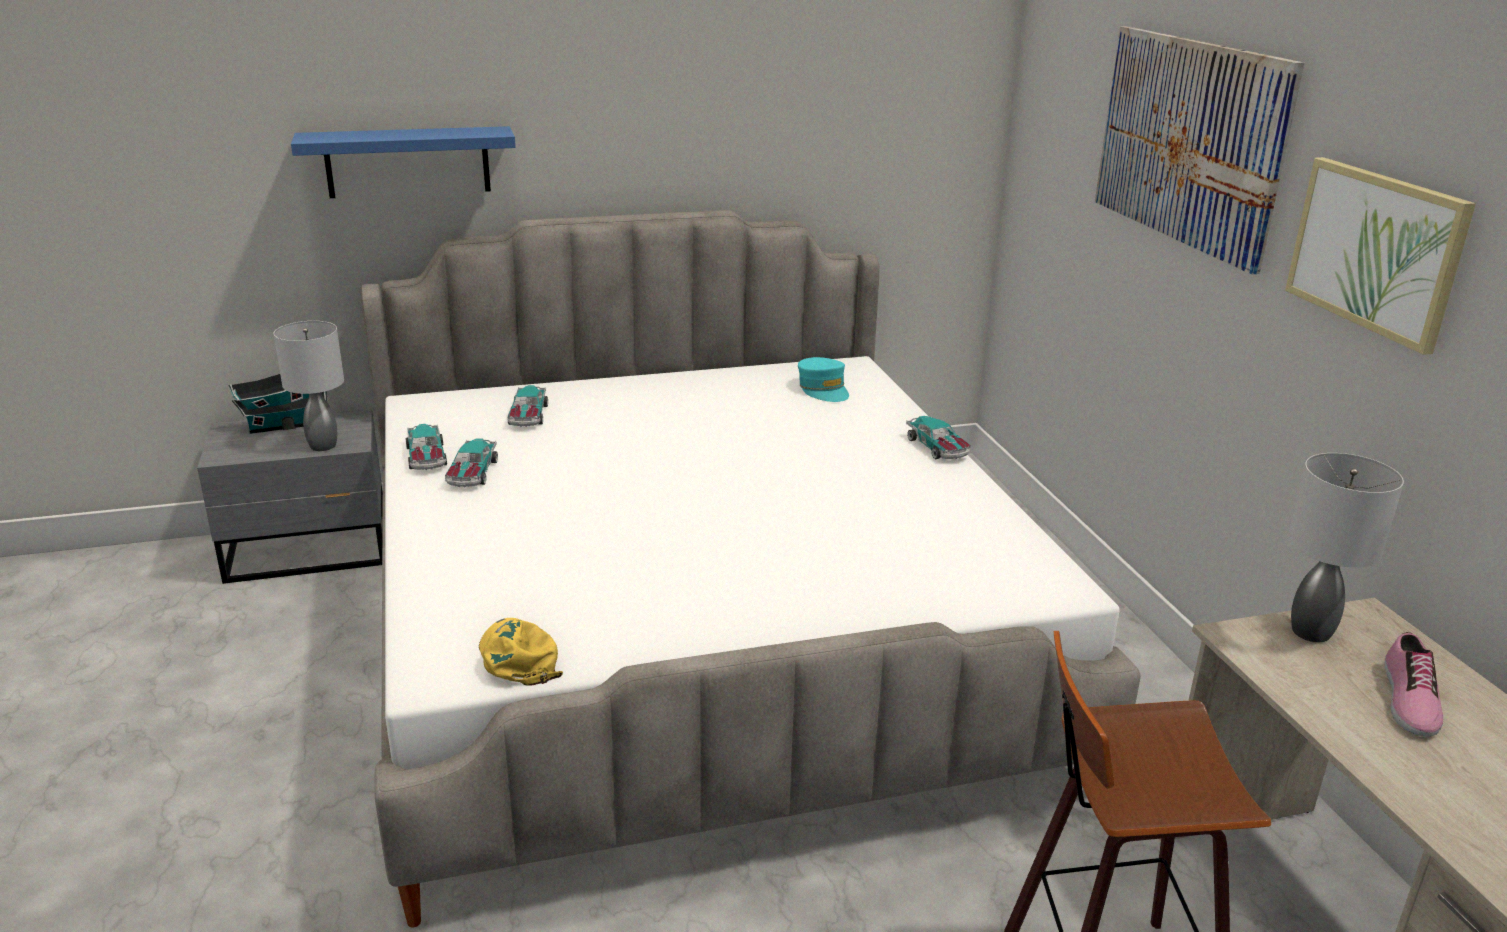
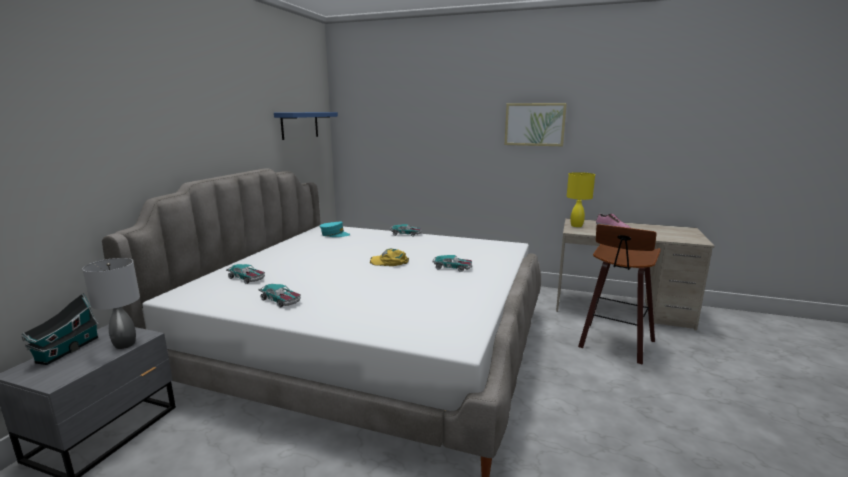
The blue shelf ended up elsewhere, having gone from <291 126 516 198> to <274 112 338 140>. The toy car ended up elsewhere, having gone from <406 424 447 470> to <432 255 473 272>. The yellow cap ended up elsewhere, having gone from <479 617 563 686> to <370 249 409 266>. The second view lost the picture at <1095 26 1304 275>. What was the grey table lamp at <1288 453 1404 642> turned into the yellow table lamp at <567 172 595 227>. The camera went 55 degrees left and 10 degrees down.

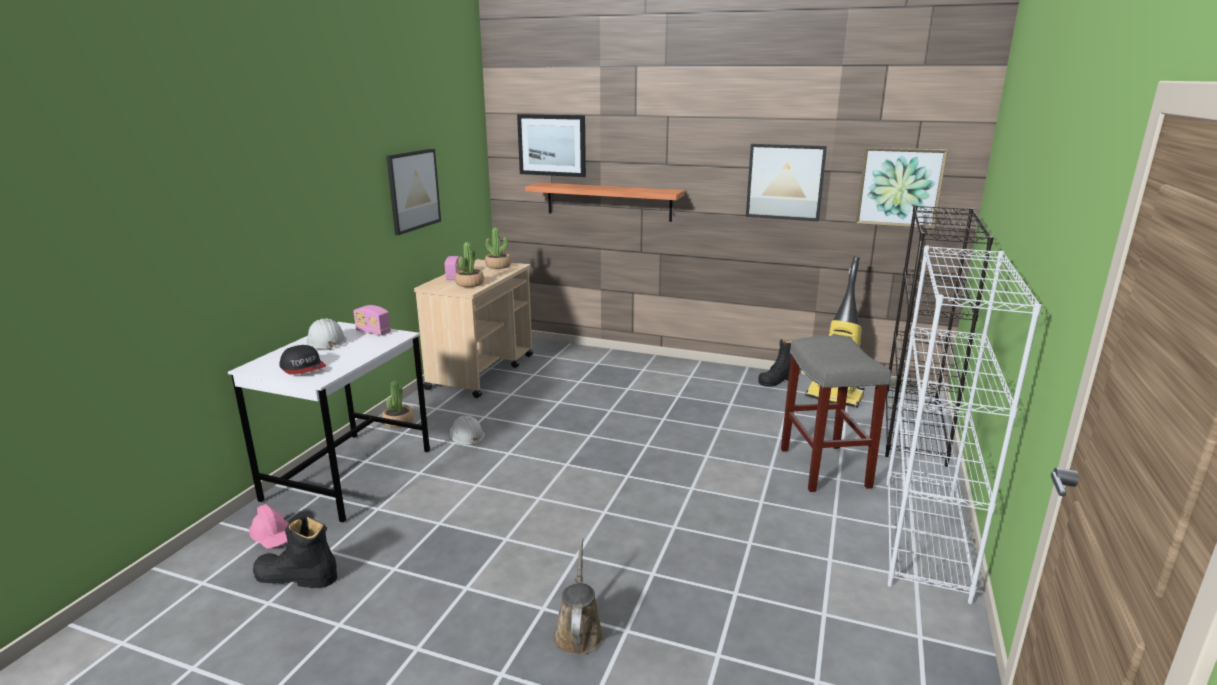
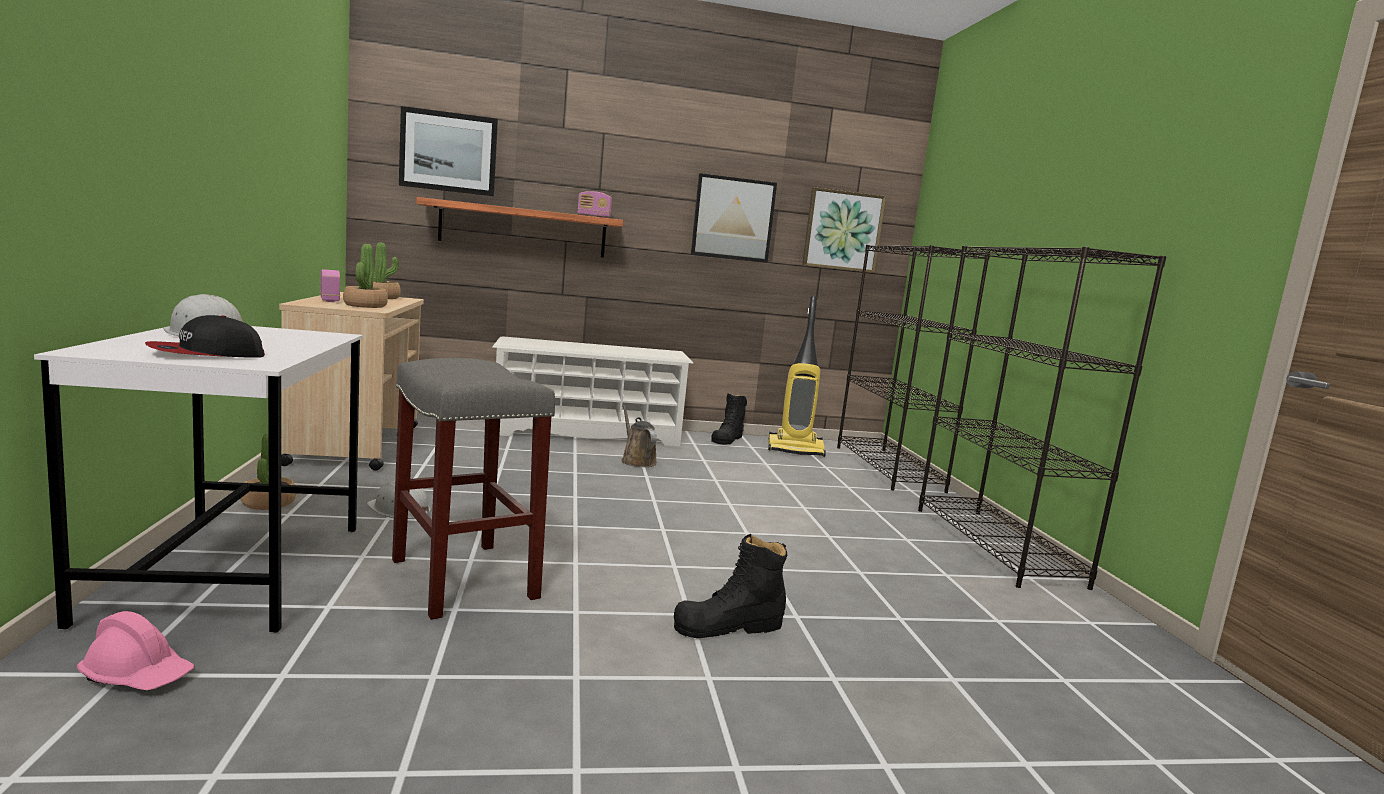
The black boot ended up elsewhere, having gone from <253 516 337 588> to <674 534 787 638>. The cap at <280 345 326 375> ended up facing another way, 120 degrees clockwise from before. The radio ended up elsewhere, having gone from <353 305 391 335> to <577 191 612 218>. The second view lost the picture at <387 149 441 235>. The brown watering can ended up elsewhere, having gone from <553 538 604 656> to <622 405 657 467>. The grey stool ended up elsewhere, having gone from <781 336 891 492> to <392 358 555 620>. What was the white bookcase at <886 245 1042 605> turned into the black bookcase at <918 246 1166 590>. The second view gained the white shoe rack at <492 336 693 447>. The camera went 30 degrees left and 10 degrees down.

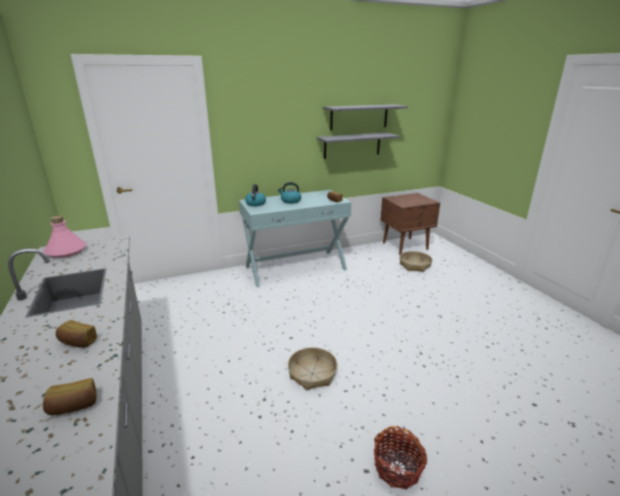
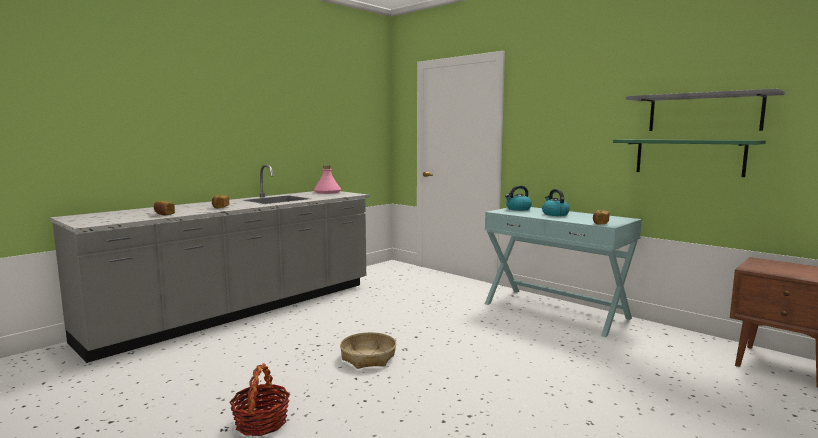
What was the grey shelf at <317 133 400 159> turned into the green shelf at <613 139 766 177>. The second view lost the basket at <400 251 432 272>. The camera went 65 degrees right and 15 degrees down.

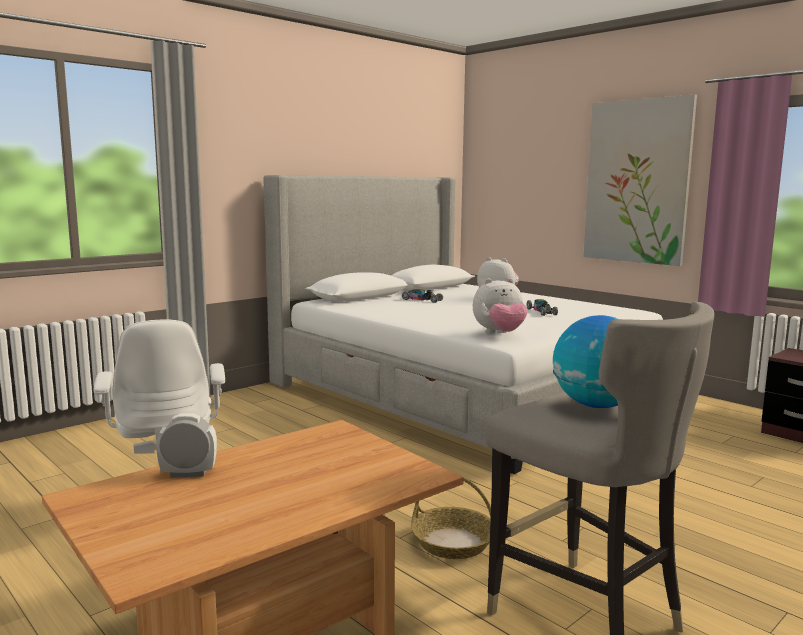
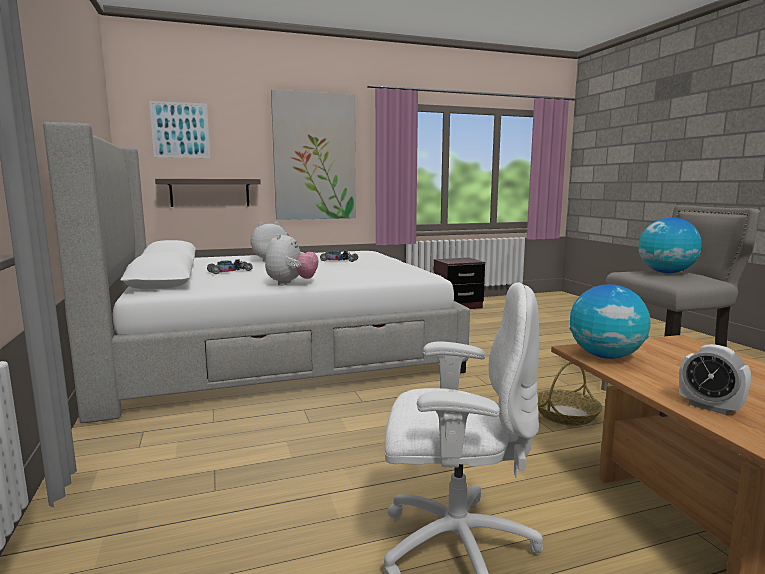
The alarm clock at <156 413 217 478> ended up facing another way, 60 degrees counterclockwise from before. The plush toy ended up elsewhere, having gone from <473 278 527 333> to <265 232 318 285>. The second view gained the picture at <149 101 210 158>. The second view gained the shelf at <155 179 261 207>. The second view gained the globe at <570 284 651 359>. The camera went 65 degrees left and 0 degrees up.

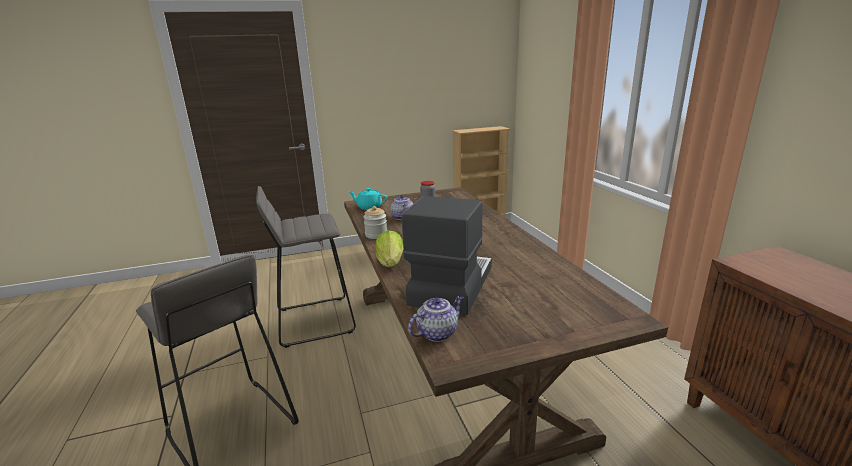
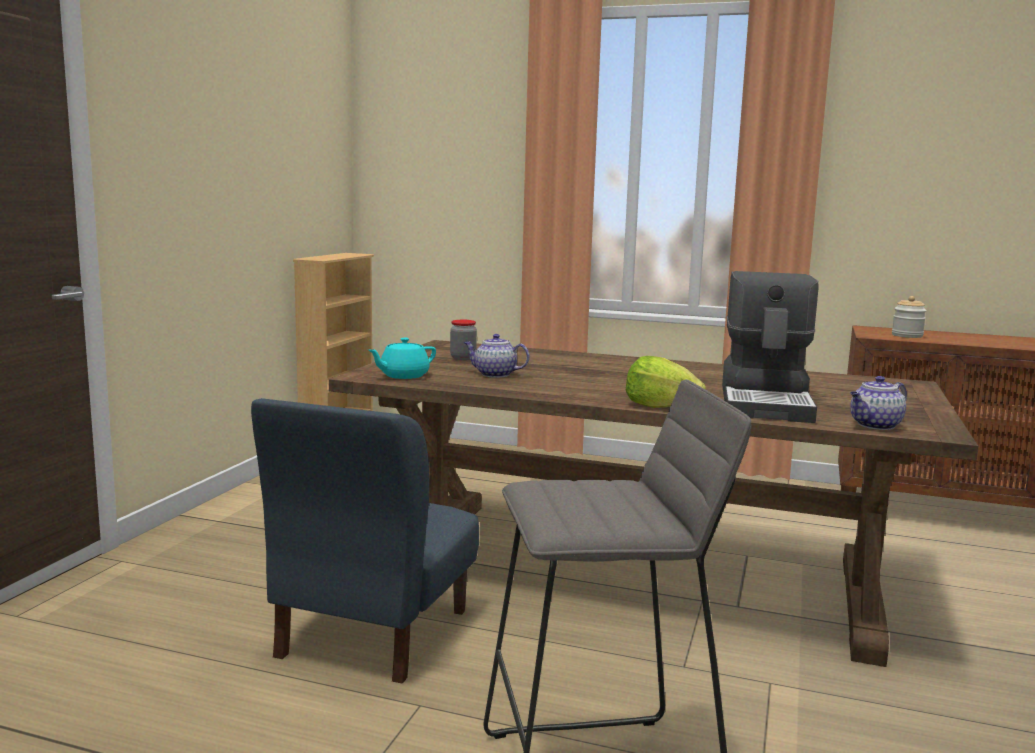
Where the grey stool stood at <256 186 356 348>, the blue chair came to stand at <251 398 479 684>. The jar ended up elsewhere, having gone from <363 206 387 239> to <892 296 927 338>. The coffee machine at <402 196 492 315> ended up facing another way, 135 degrees counterclockwise from before. The teapot at <408 296 463 342> ended up facing another way, 120 degrees counterclockwise from before. The camera went 55 degrees left and 10 degrees down.

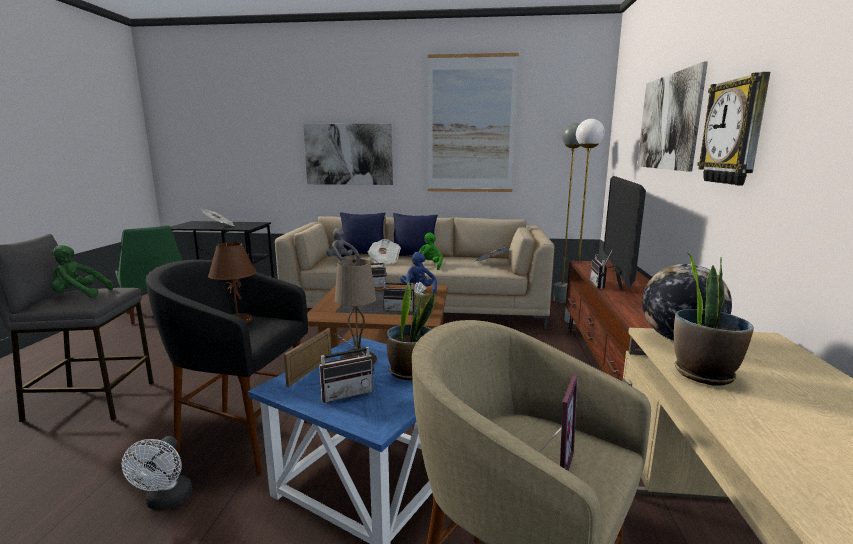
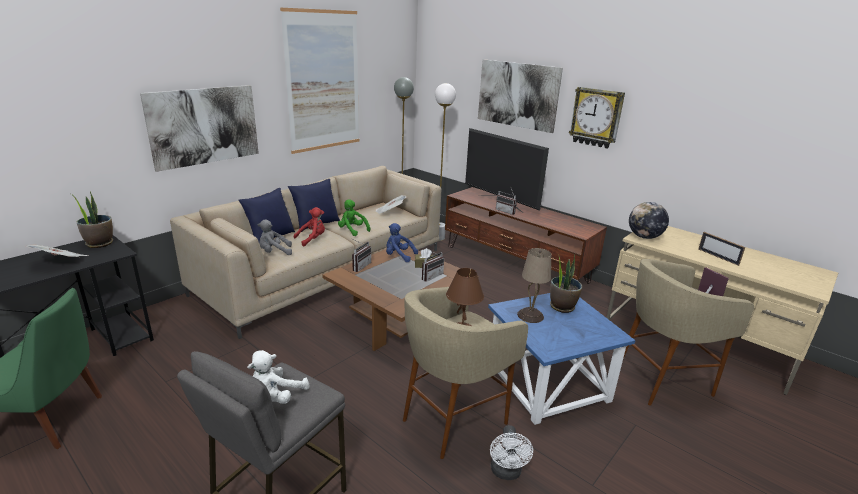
What was the green plush toy at <51 245 113 298> turned into the white plush toy at <247 350 309 404>. The white fan at <122 436 192 510> ended up facing another way, 60 degrees clockwise from before. What was the black stool at <146 260 308 475> turned into the beige stool at <403 287 528 459>. The picture frame ended up elsewhere, having gone from <284 328 332 387> to <698 232 745 266>. The second view lost the radio at <319 333 374 403>. Where the newspaper stood at <368 239 401 266>, the red plush toy came to stand at <294 207 325 247>. The potted plant ended up elsewhere, having gone from <674 253 754 386> to <71 192 113 248>. The camera went 55 degrees left and 10 degrees up.

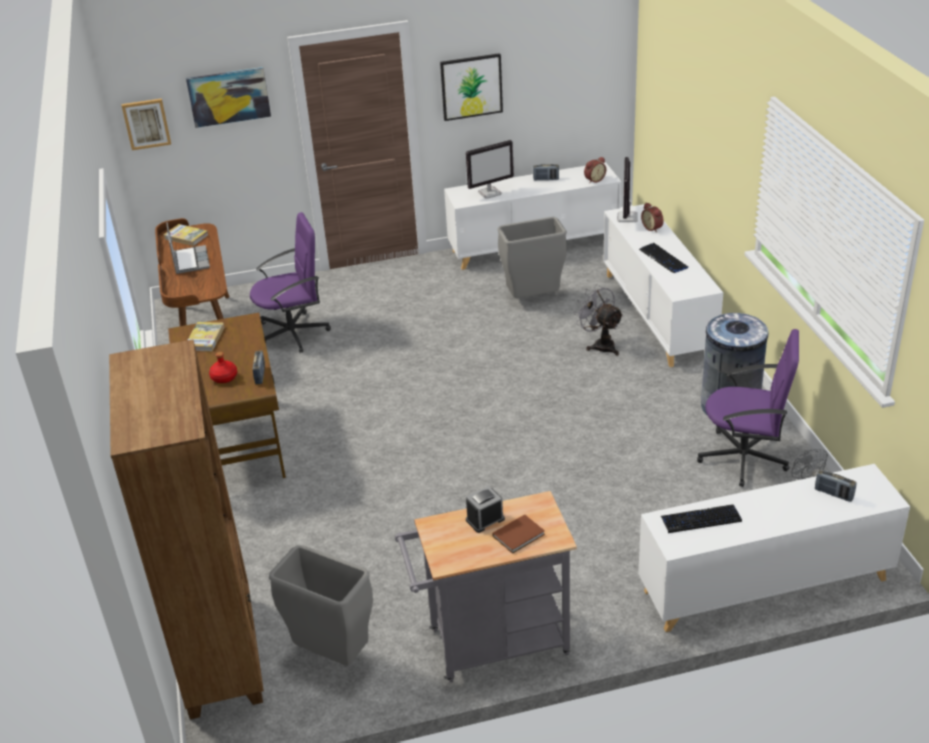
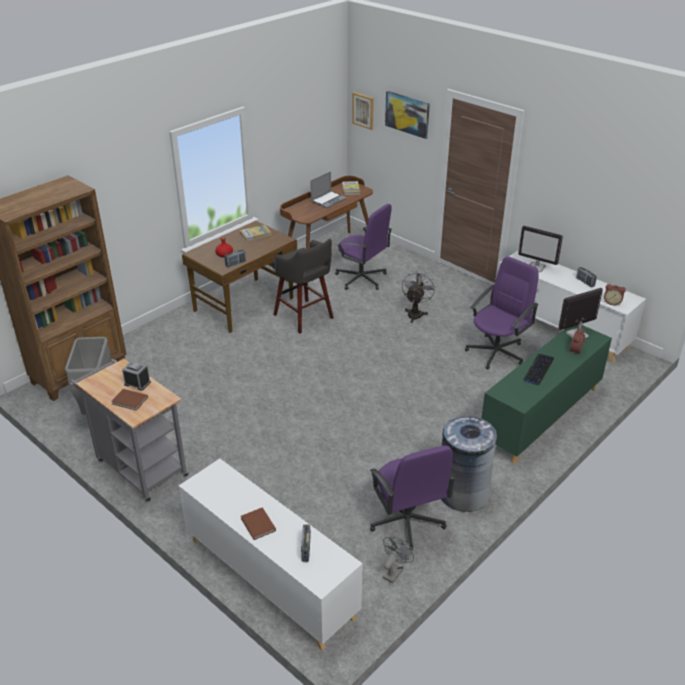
The second view lost the picture at <440 53 503 121>. Where the grey trash can stood at <497 217 567 298>, the purple office chair came to stand at <465 256 539 369>. The grey fan ended up elsewhere, having gone from <574 285 623 356> to <402 270 436 323>. What was the white cabinet at <603 203 723 367> turned into the green cabinet at <481 325 612 464>. The second view lost the keyboard at <661 504 742 533>. The second view gained the brown book at <241 507 276 540>. The second view gained the grey stool at <272 239 334 334>. The camera went 55 degrees right and 0 degrees up.

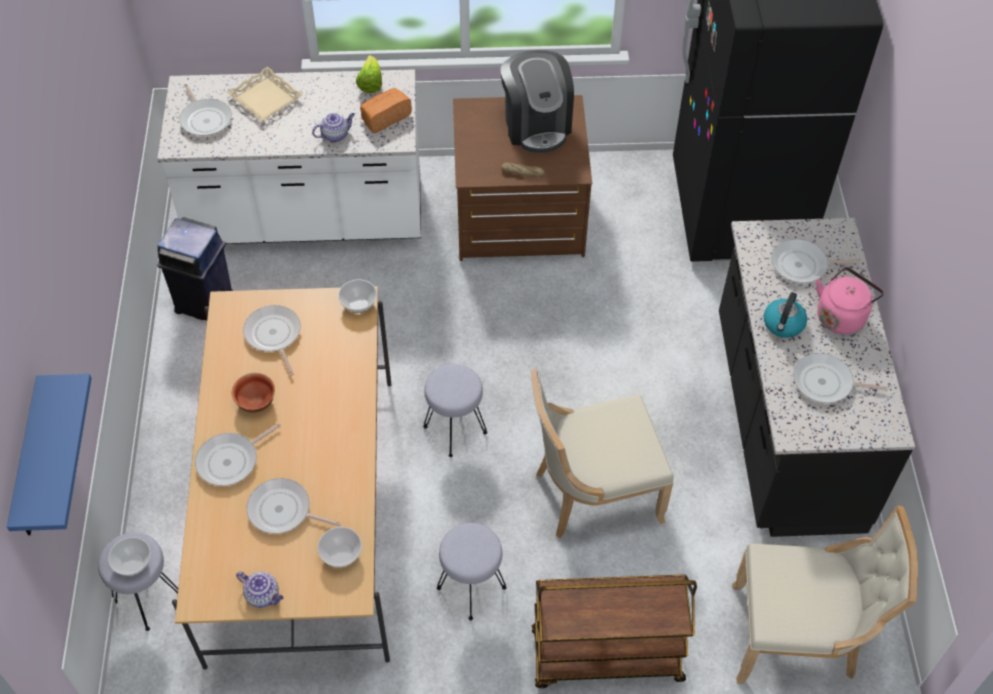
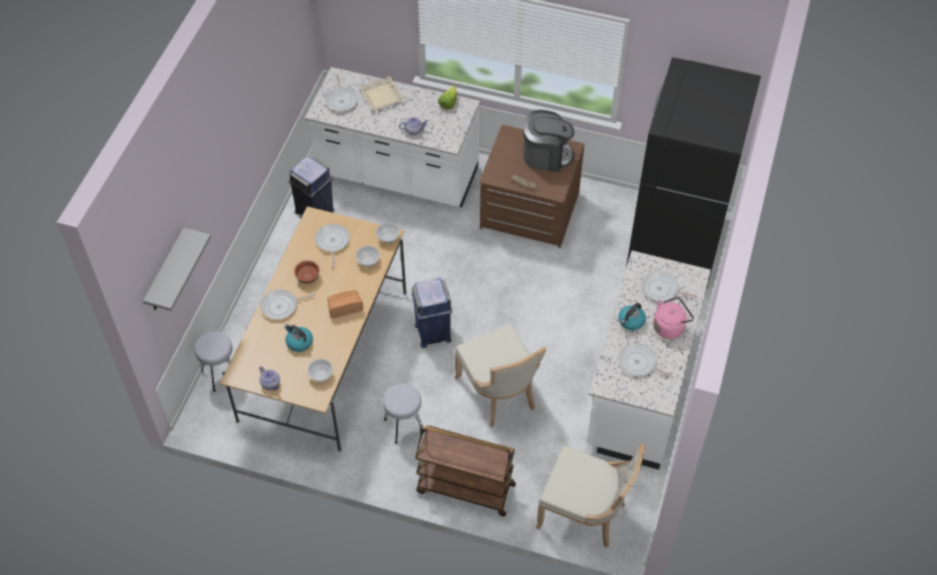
What was the blue shelf at <7 374 92 535> turned into the grey shelf at <143 228 211 311>. The bowl ended up elsewhere, having gone from <108 537 151 576> to <356 246 380 267>. Where the frying pan stood at <246 478 341 534>, the kettle came to stand at <284 324 313 352>. The bread ended up elsewhere, having gone from <360 88 412 133> to <327 290 363 318>. Where the grey stool stood at <423 364 487 457>, the blue trash can came to stand at <411 278 452 348>. The coffee machine at <501 50 574 153> ended up facing another way, 90 degrees counterclockwise from before. The beige chair at <531 368 674 538> ended up facing another way, 120 degrees counterclockwise from before. What was the black counter at <719 218 915 537> turned into the white counter at <587 251 711 470>. The camera went 20 degrees right and 0 degrees up.

